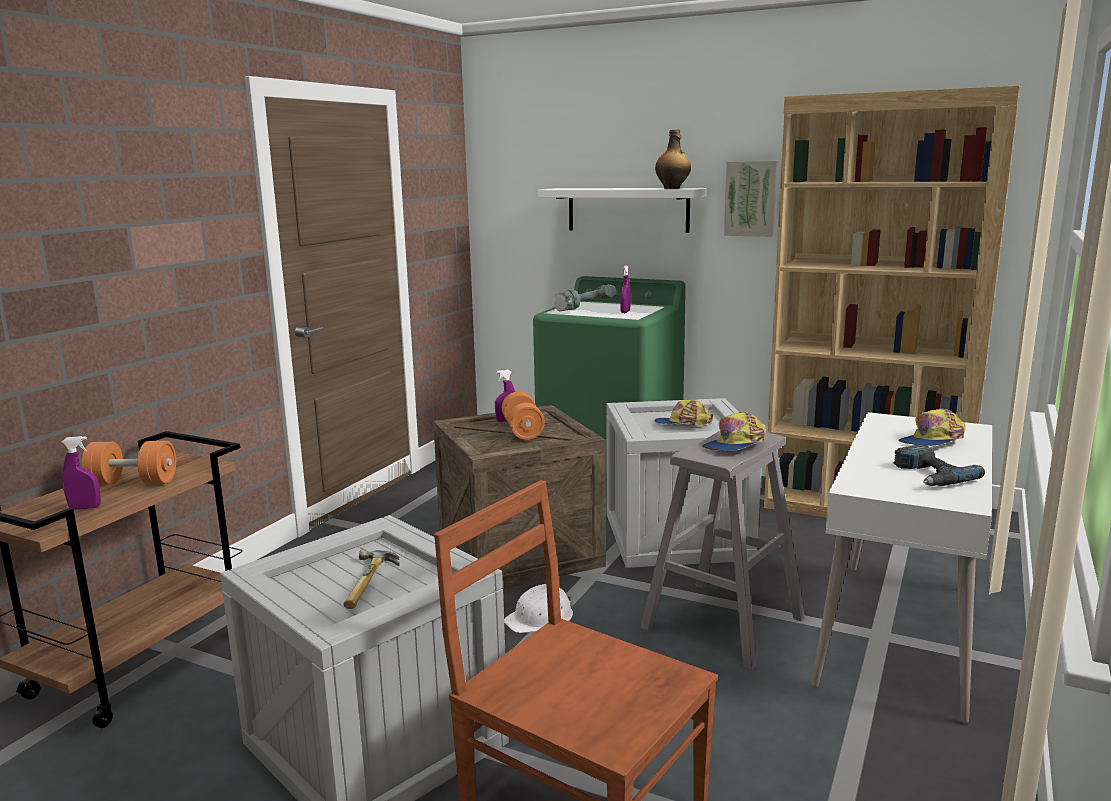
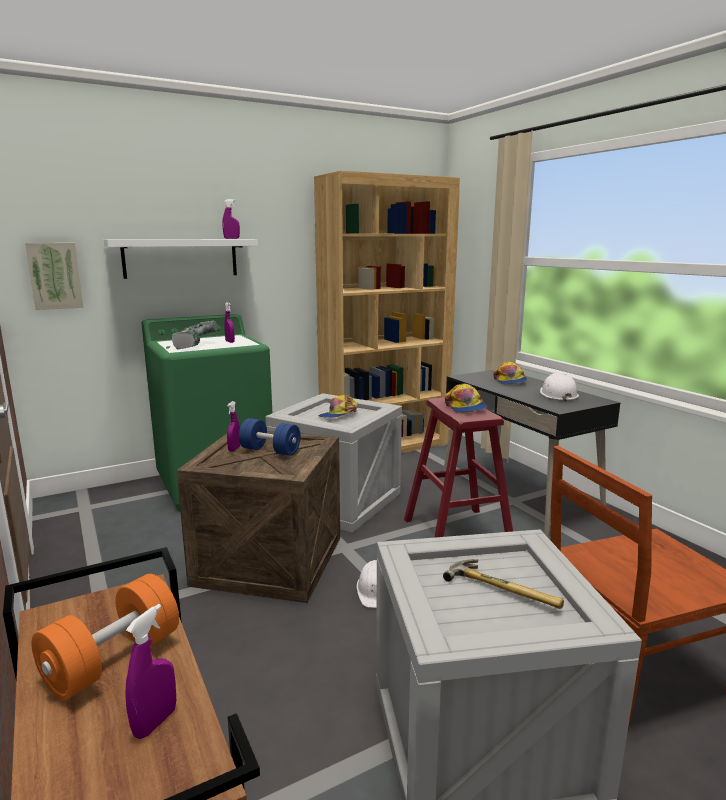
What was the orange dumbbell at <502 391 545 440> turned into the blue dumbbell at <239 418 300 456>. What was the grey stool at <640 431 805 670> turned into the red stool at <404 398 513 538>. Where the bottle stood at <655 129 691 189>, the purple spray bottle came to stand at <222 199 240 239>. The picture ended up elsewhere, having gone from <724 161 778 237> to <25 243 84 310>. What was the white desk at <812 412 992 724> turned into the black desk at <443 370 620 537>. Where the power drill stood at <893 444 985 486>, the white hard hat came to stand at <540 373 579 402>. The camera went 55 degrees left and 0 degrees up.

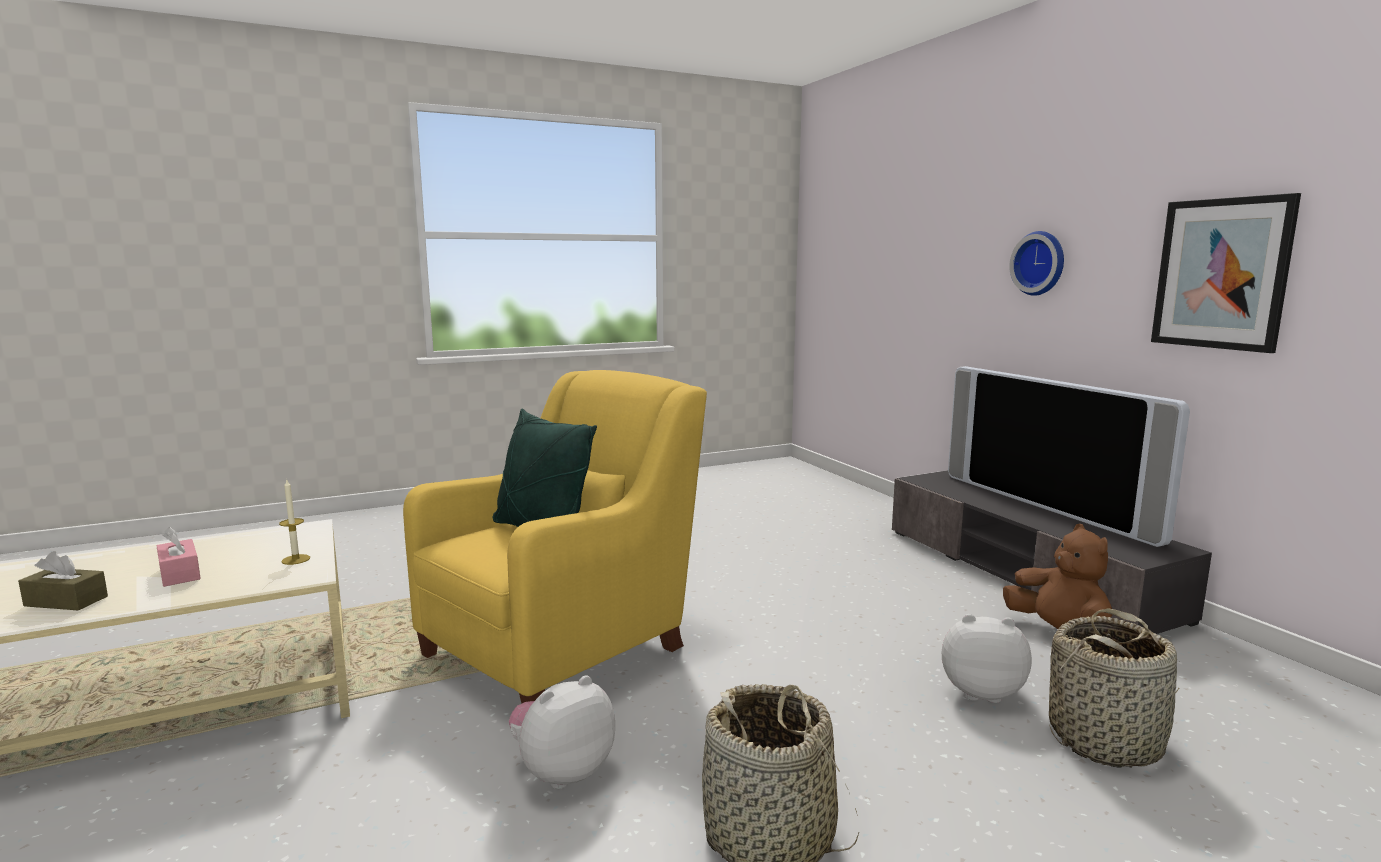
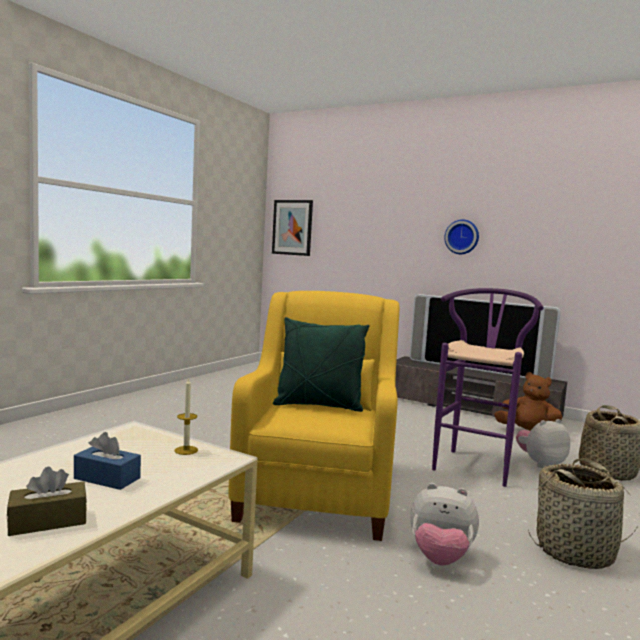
What was the pink tissue box at <157 527 201 587> turned into the blue tissue box at <74 432 141 490>. The plush toy at <509 675 615 789> ended up facing another way, 90 degrees counterclockwise from before. The picture ended up elsewhere, having gone from <1151 193 1301 353> to <272 200 313 256>. The second view gained the purple stool at <432 288 544 487>. The camera went 35 degrees left and 5 degrees down.

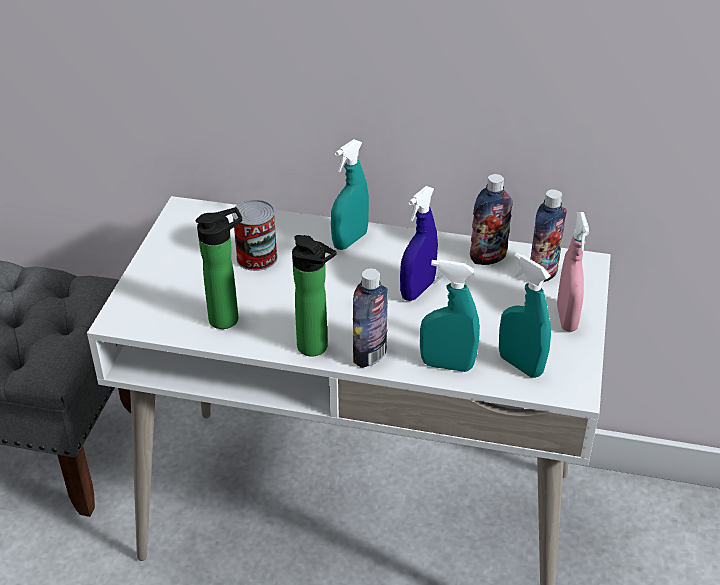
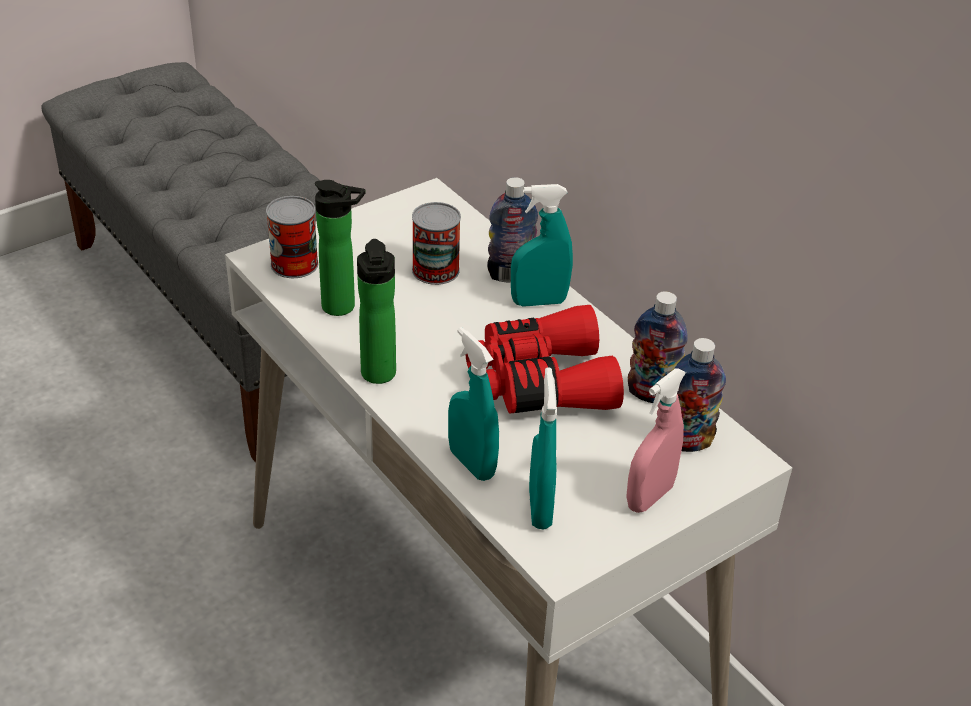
The bottle ended up elsewhere, having gone from <353 268 388 368> to <487 177 538 283>. Where the blue spray bottle stood at <400 186 438 301>, the red binoculars came to stand at <465 305 624 414>. The second view gained the can at <266 196 318 278>. The camera went 40 degrees right and 0 degrees up.

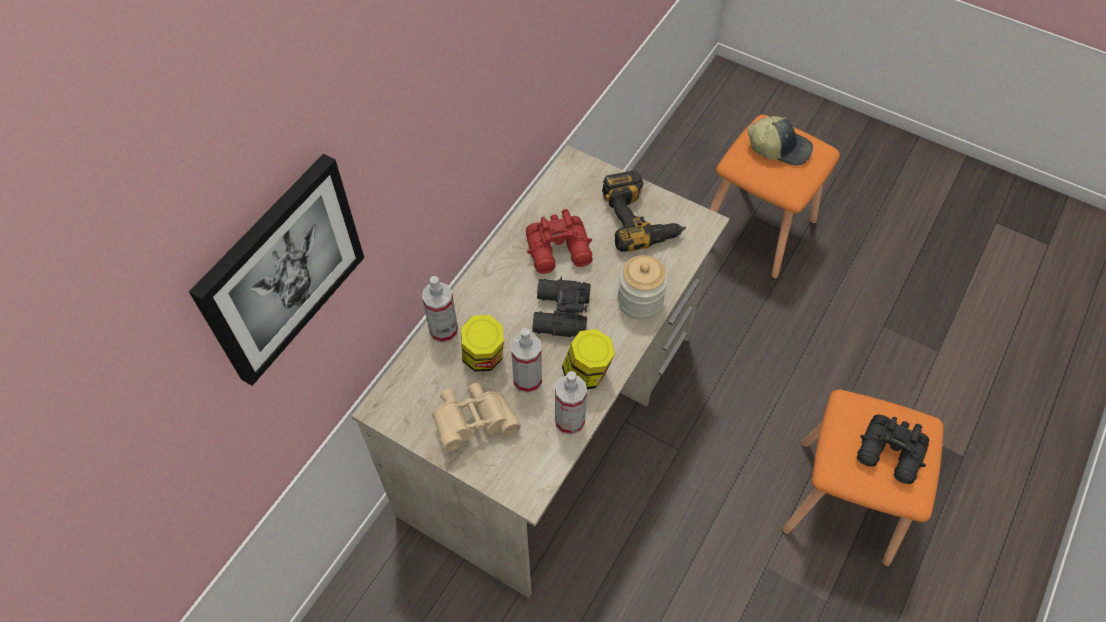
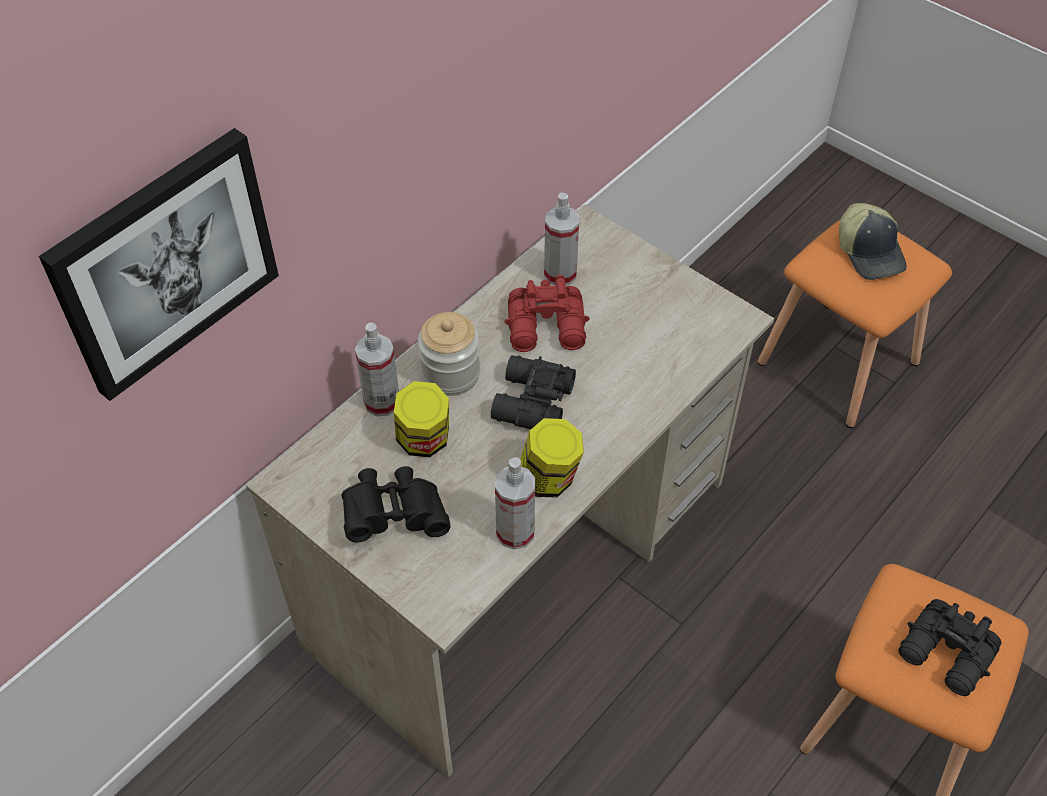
What was the beige binoculars at <432 382 521 451> turned into the black binoculars at <342 466 450 542>. The spray bottle ended up elsewhere, having gone from <511 328 542 393> to <544 192 580 286>. The second view lost the power drill at <602 170 686 252>. The jar ended up elsewhere, having gone from <617 255 668 320> to <418 312 480 396>. The cap at <748 116 813 166> ended up facing another way, 45 degrees clockwise from before. The camera went 10 degrees right and 5 degrees down.

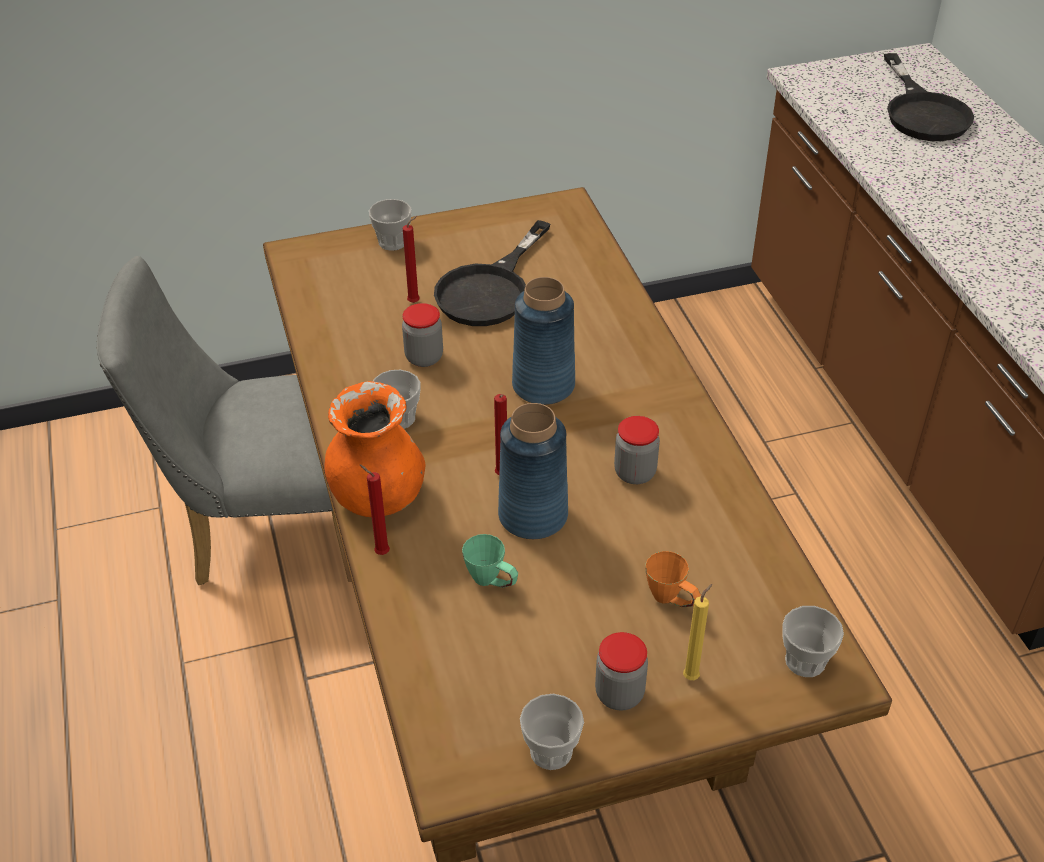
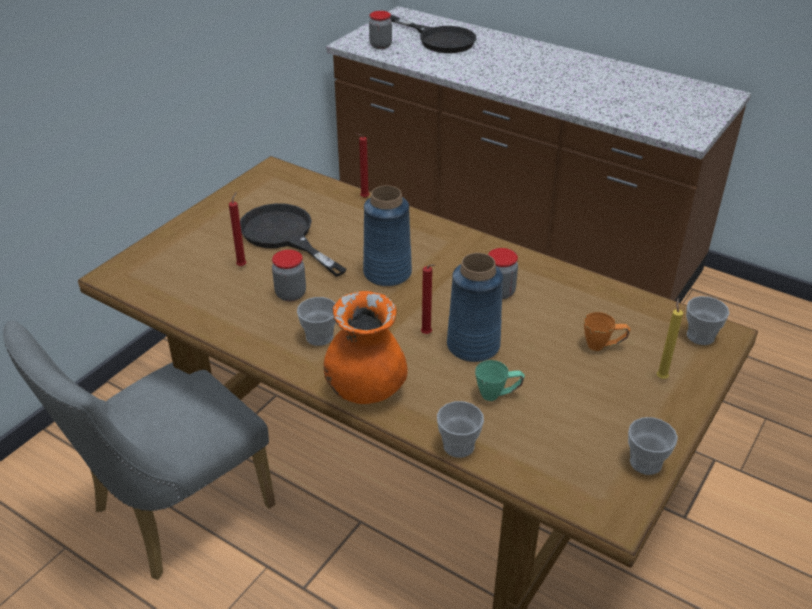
The red candle ended up elsewhere, having gone from <359 464 390 555> to <355 133 369 198>. The cup ended up elsewhere, having gone from <369 199 412 251> to <437 401 484 458>. The black frying pan at <434 220 550 326> ended up facing another way, 150 degrees clockwise from before. The jar ended up elsewhere, having gone from <595 632 648 710> to <369 11 392 49>. The camera went 40 degrees left and 5 degrees down.

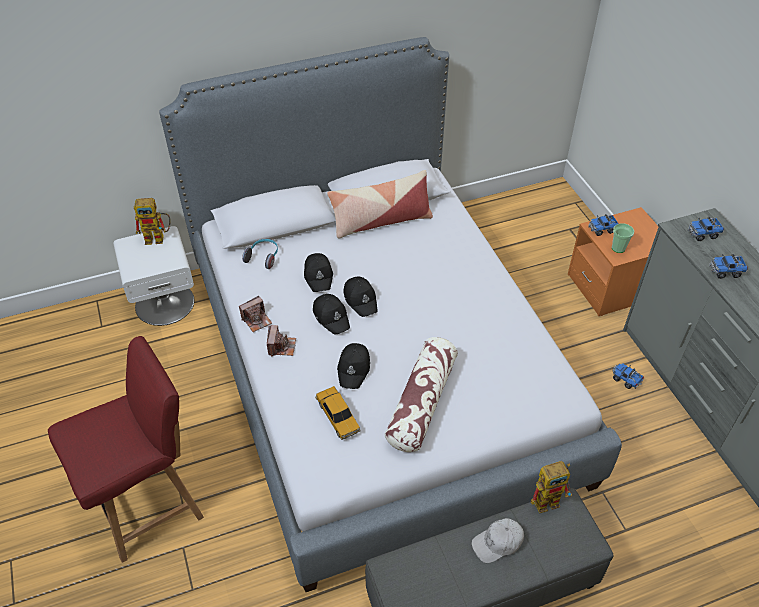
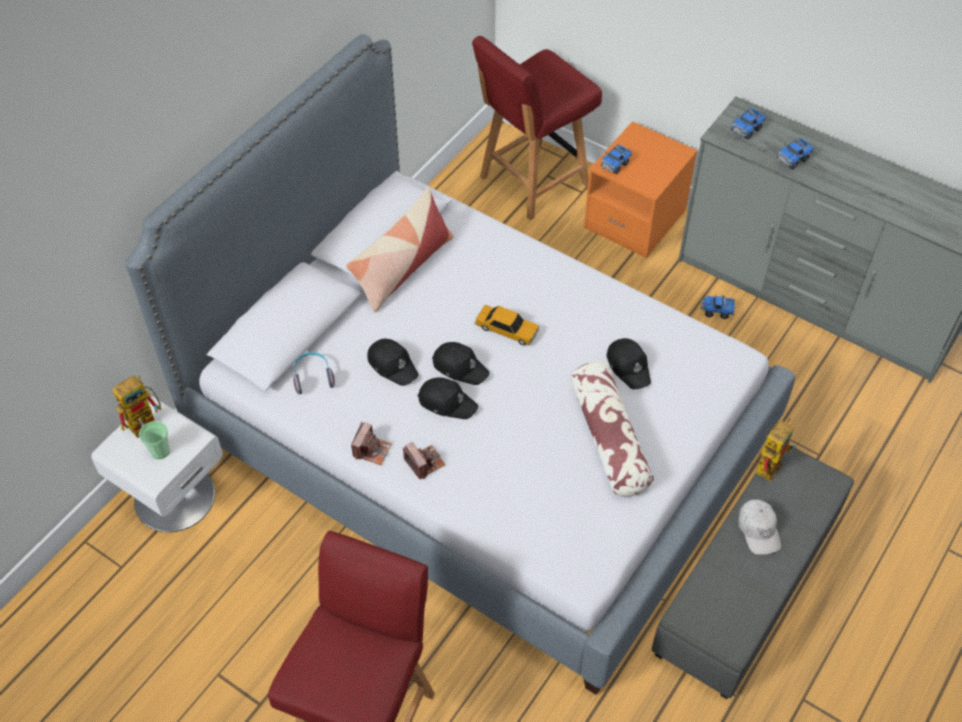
The toy car ended up elsewhere, having gone from <315 386 361 440> to <474 305 539 345>. The black cap ended up elsewhere, having gone from <337 343 370 389> to <607 338 651 389>. The white cap at <472 518 524 563> ended up facing another way, 45 degrees counterclockwise from before. The cup ended up elsewhere, having gone from <612 223 634 253> to <139 421 170 459>. The second view gained the red chair at <472 36 602 220>. The camera went 35 degrees left and 5 degrees up.

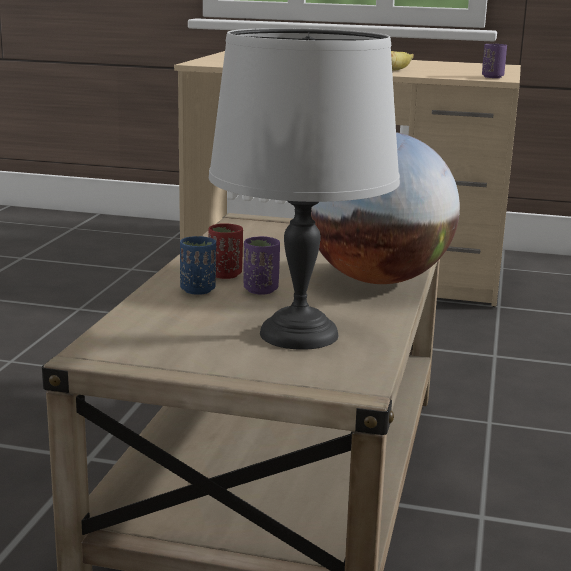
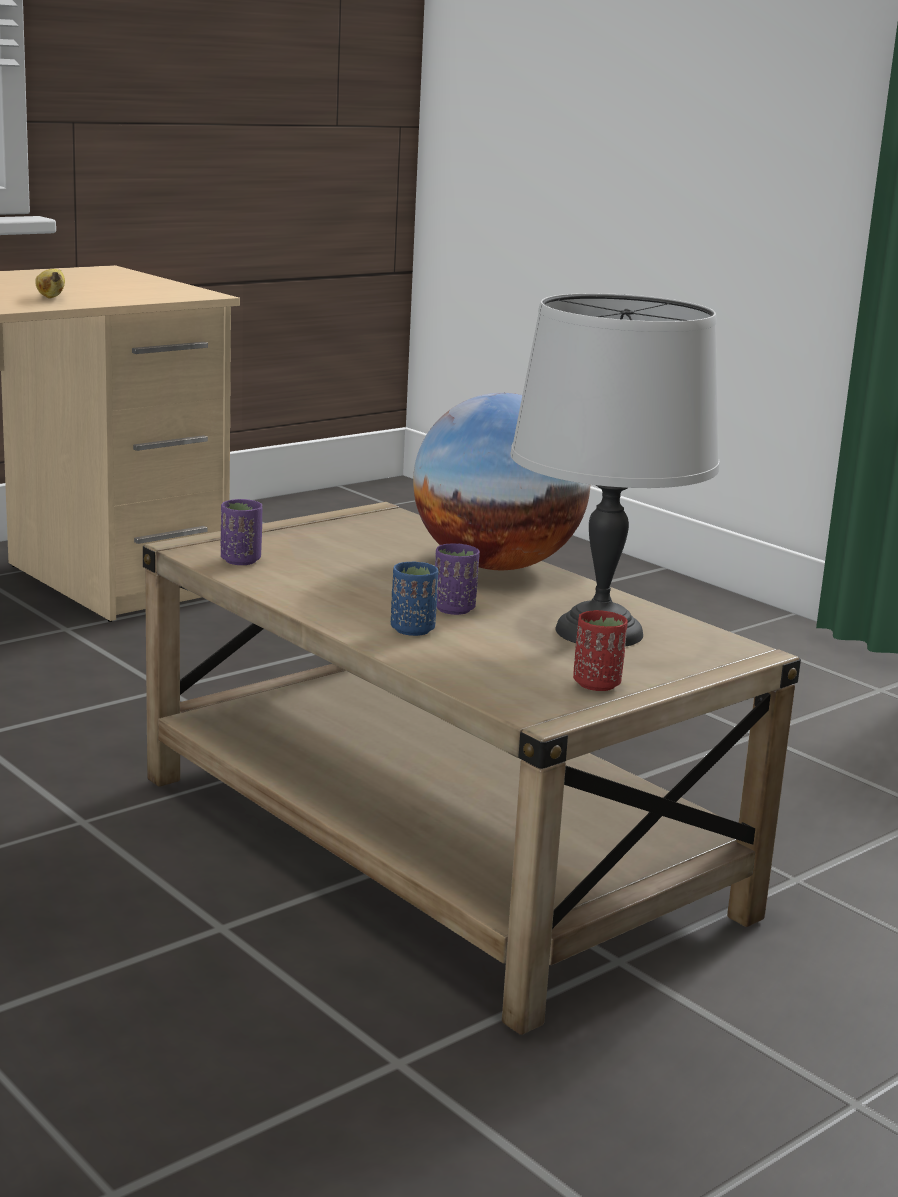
The red cup ended up elsewhere, having gone from <209 223 243 279> to <573 610 628 691>. The purple cup ended up elsewhere, having gone from <482 44 507 78> to <221 499 262 565>. The camera went 55 degrees left and 0 degrees up.

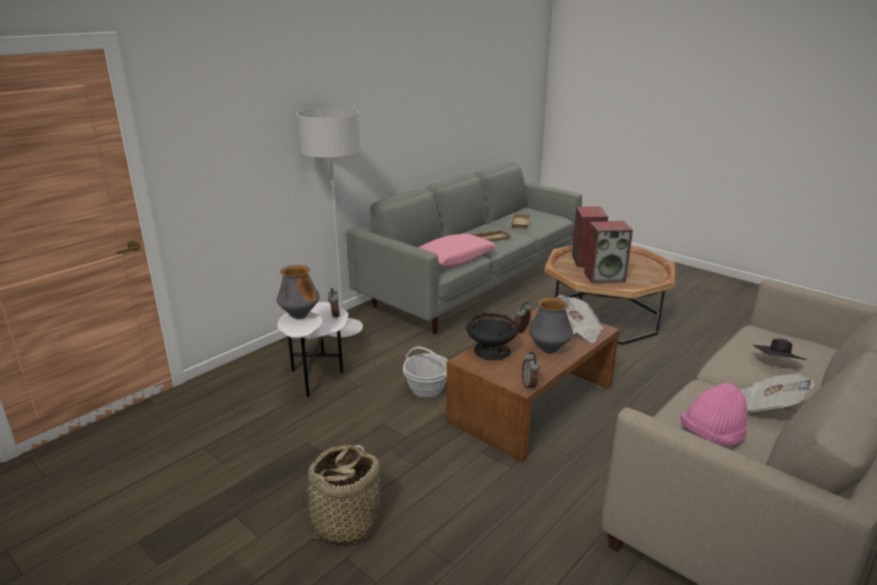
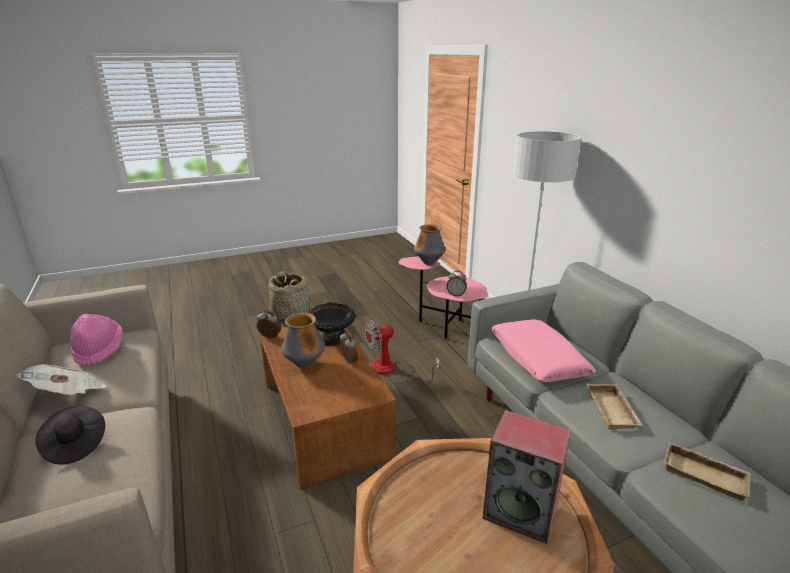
What was the white side table at <278 302 348 397> turned into the pink side table at <399 257 488 339>. Where the basket stood at <403 347 448 398>, the fan came to stand at <364 320 440 383>. The second view lost the newspaper at <557 295 603 343>. The second view lost the speaker at <584 221 633 284>. The camera went 115 degrees right and 0 degrees up.

